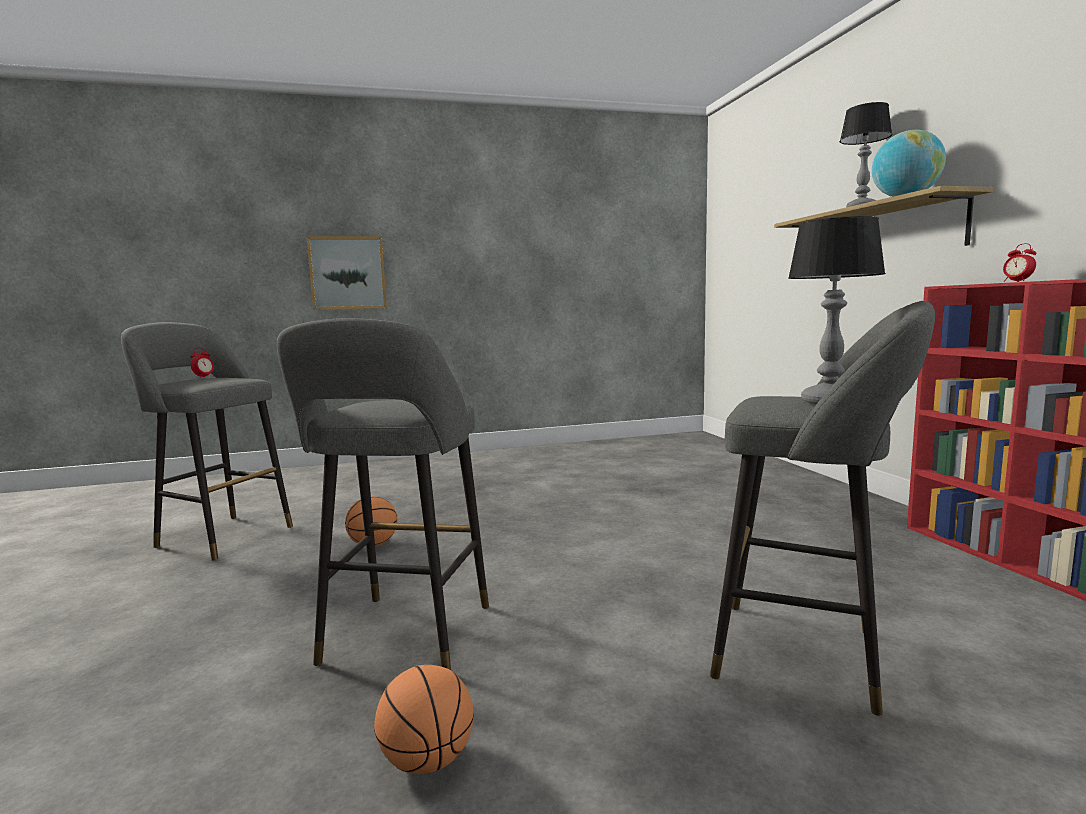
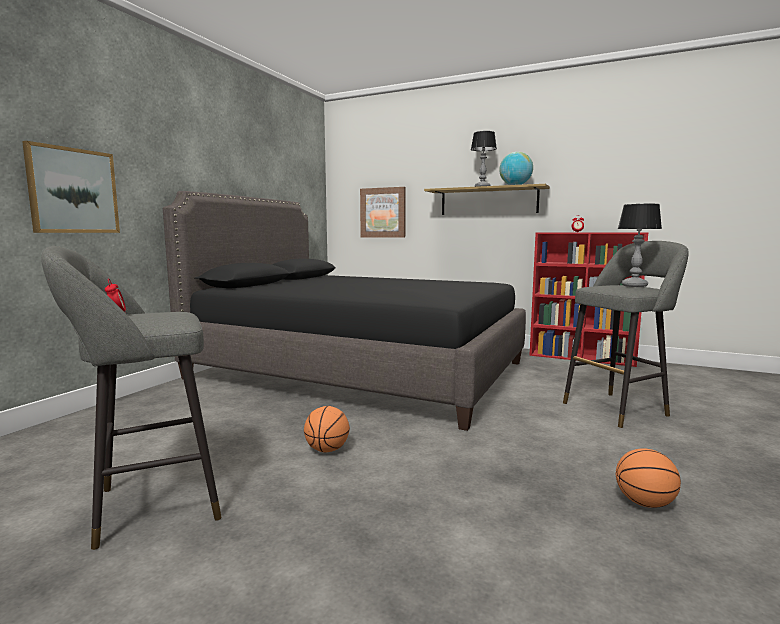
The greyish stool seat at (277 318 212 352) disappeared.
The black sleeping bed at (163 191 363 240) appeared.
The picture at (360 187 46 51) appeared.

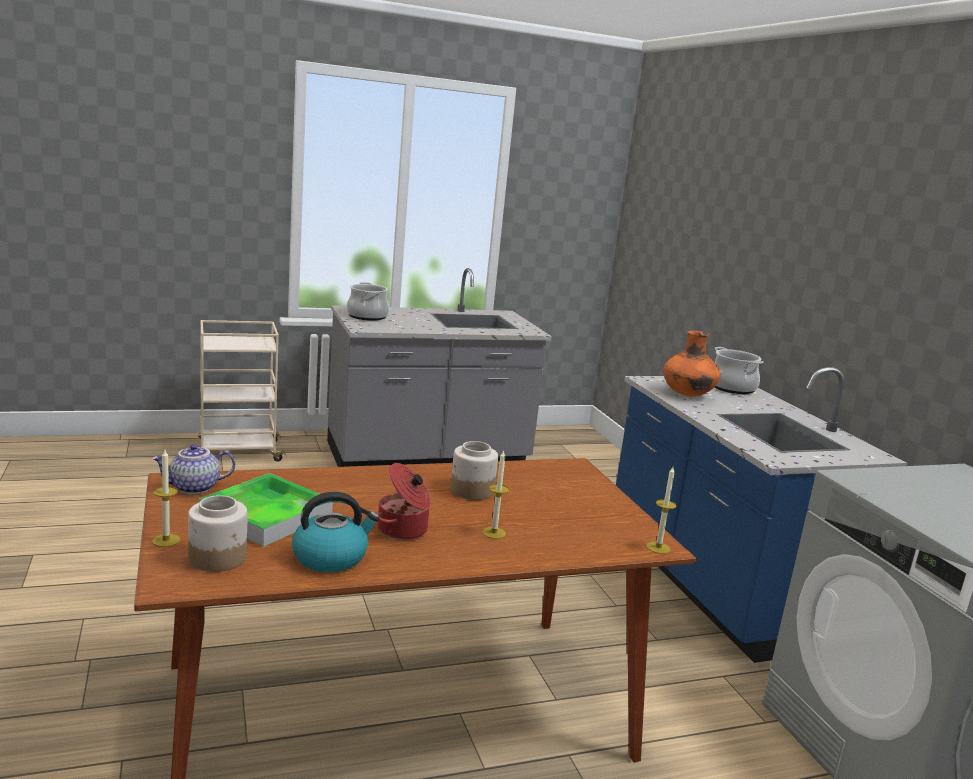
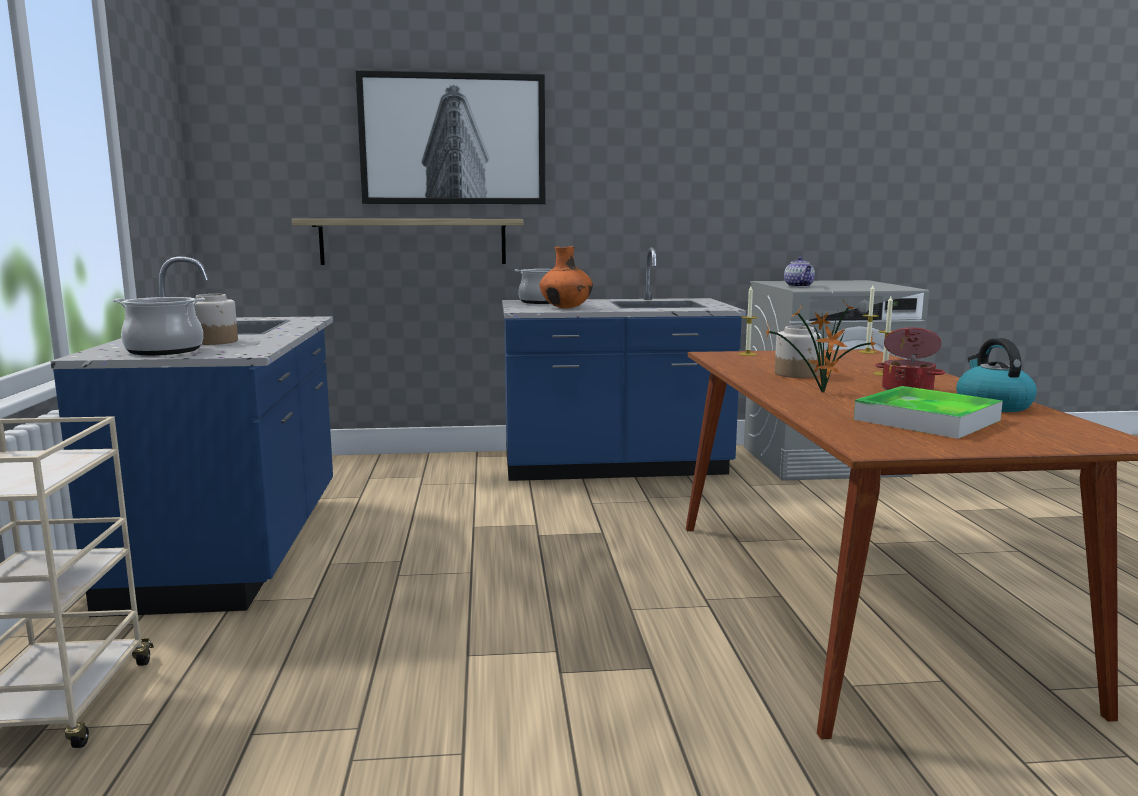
The shelf at (292 219 231 46) appeared.
The picture at (355 70 190 134) appeared.
The houseplant at (766 300 110 93) appeared.
The tea pot moved from (152 444 83 50) to (784 257 31 30).
The candle moved from (152 450 28 97) to (739 286 19 70).
The preserve jar moved from (188 495 60 77) to (195 294 43 51).
The greyish counter at (327 268 225 199) became the blue counter at (51 257 282 360).

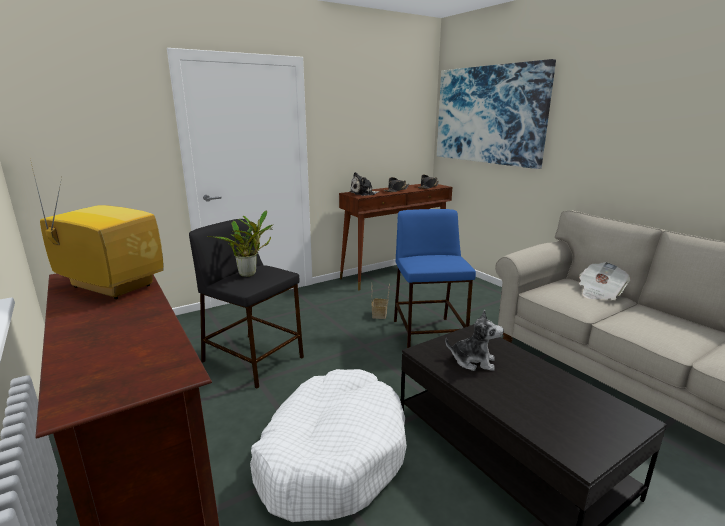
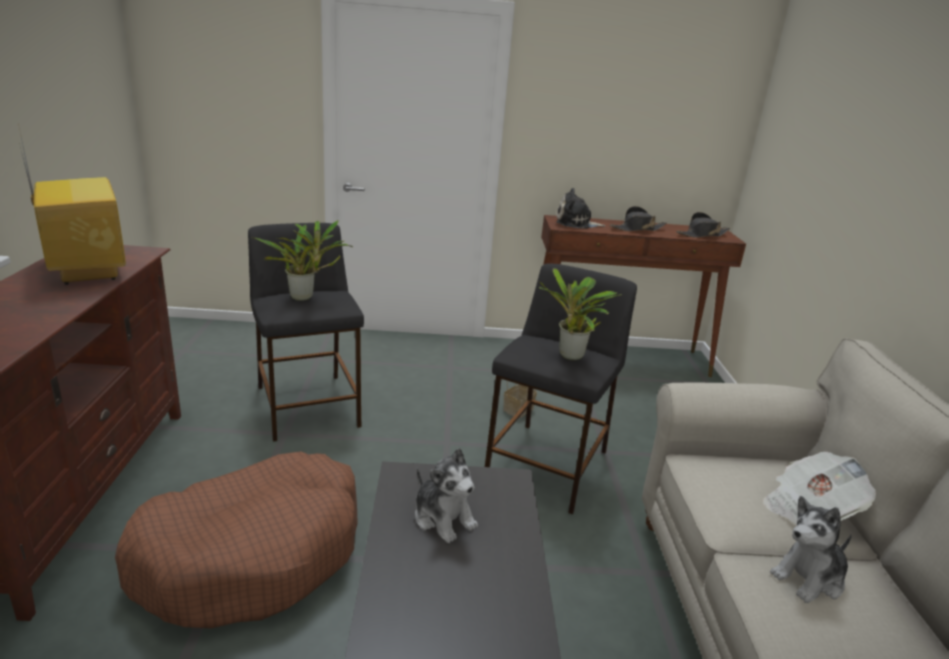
The picture at (437 59 119 110) disappeared.
The houseplant at (539 268 83 92) appeared.
The cuddly toy at (770 496 82 107) appeared.
The white dog cushion at (250 369 157 153) became the brown dog cushion at (115 452 242 176).
The blue stool seat at (394 209 82 139) became the black stool seat at (485 263 152 251).

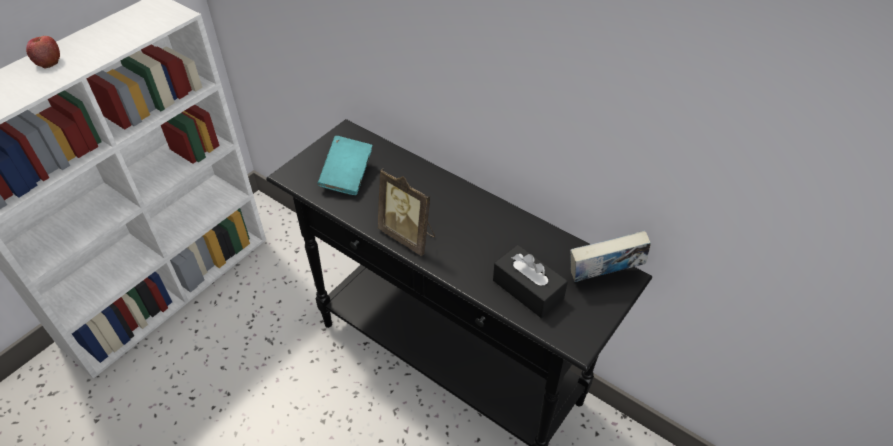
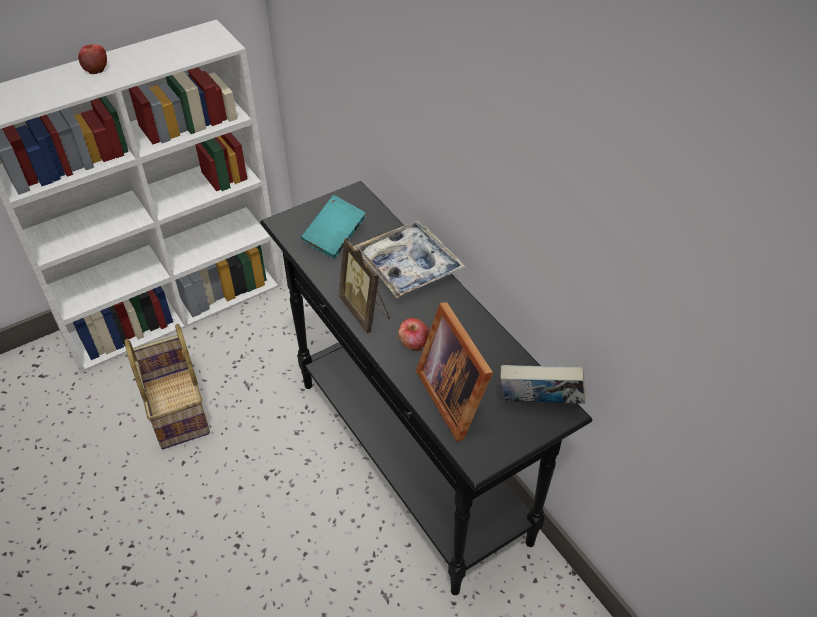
The household basket at (125 324 85 125) appeared.
The tray at (353 220 113 78) appeared.
The whole apple at (398 318 32 34) appeared.
The black tissue box at (493 245 75 73) was replaced by the picture frame at (416 302 77 139).

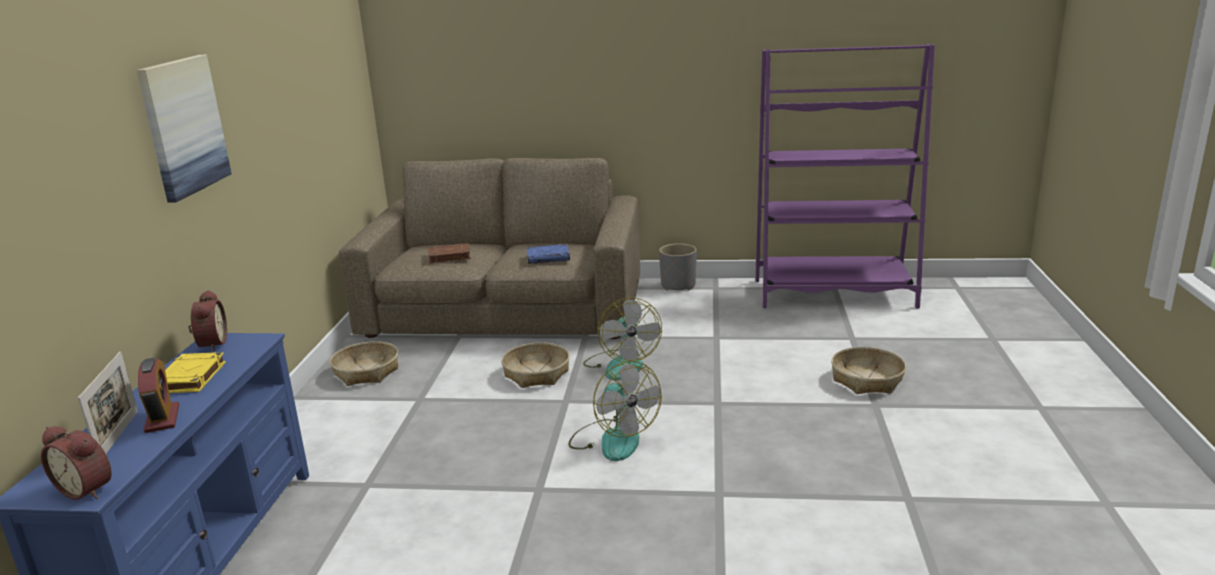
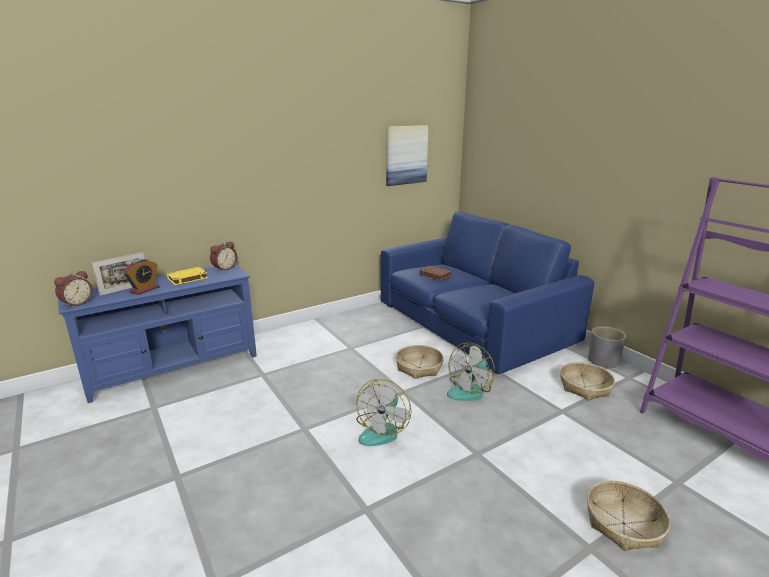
The blue volume at (527 244 43 20) disappeared.
The picture moved from (136 55 96 148) to (386 125 42 61).
The household basket moved from (330 341 68 45) to (560 362 55 38).
The brown settee at (339 158 301 181) became the blue settee at (381 212 213 162).
The table clock at (41 426 71 74) turned 135 degrees counterclockwise.

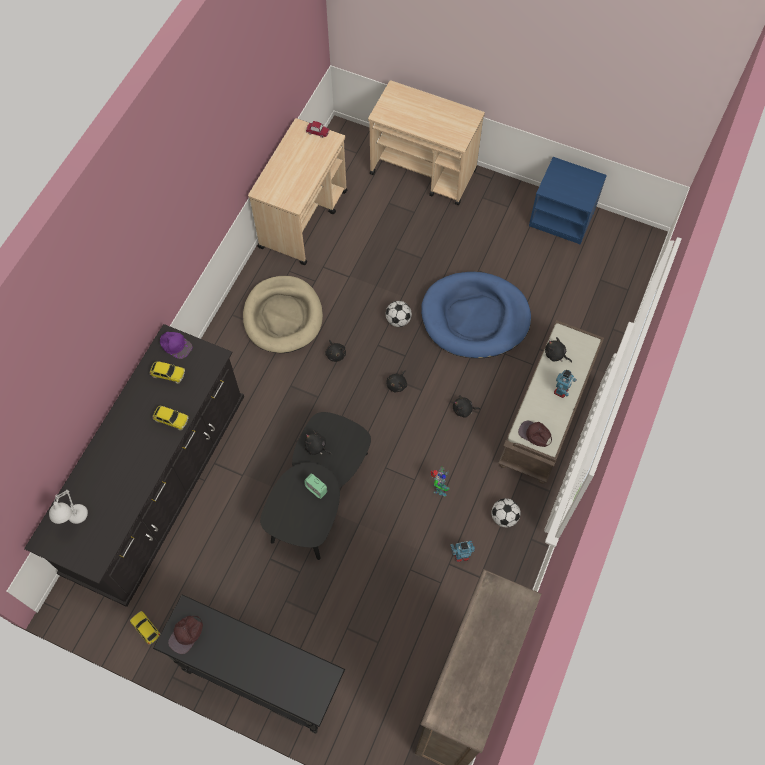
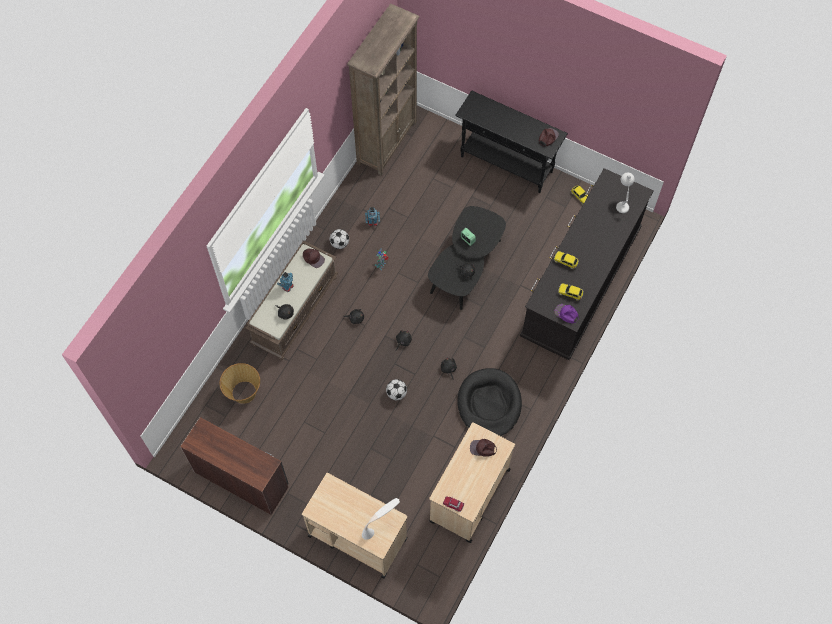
The blue dog cushion at (421 272 110 86) disappeared.
The household basket at (220 363 40 41) appeared.
The white table lamp at (362 498 38 42) appeared.
The brown peaked cap at (470 439 27 18) appeared.
The blue nightstand at (529 157 78 87) was replaced by the brown desk table at (180 417 109 98).
The beige dog cushion at (243 276 80 77) became the black dog cushion at (457 368 65 68).

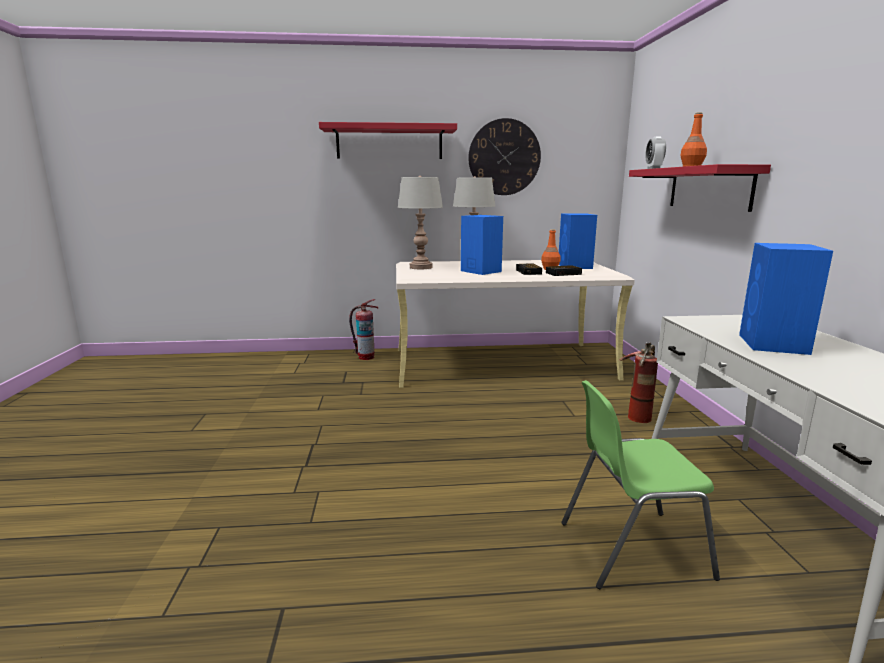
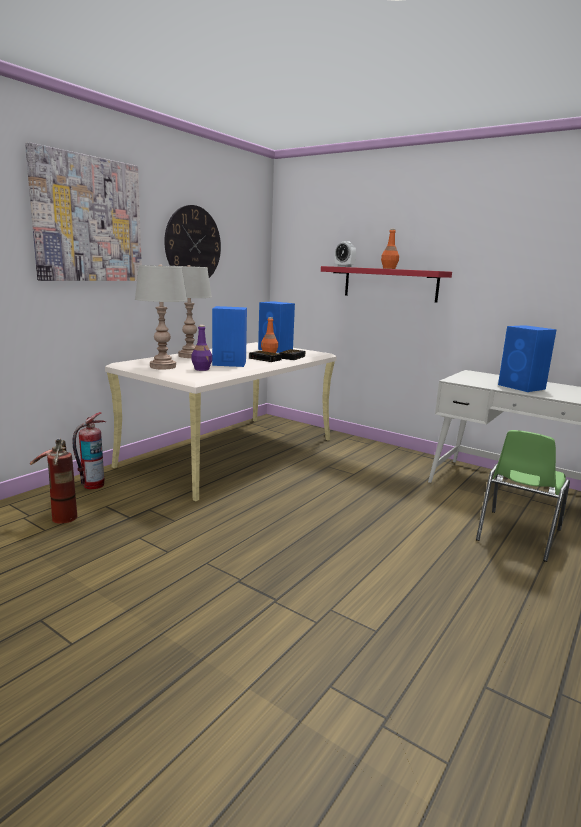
The purple bottle at (191 325 21 46) appeared.
The fire extinguisher moved from (619 342 39 81) to (30 438 47 86).
The red-coloured shelf at (319 122 138 37) was replaced by the picture at (25 142 117 139).

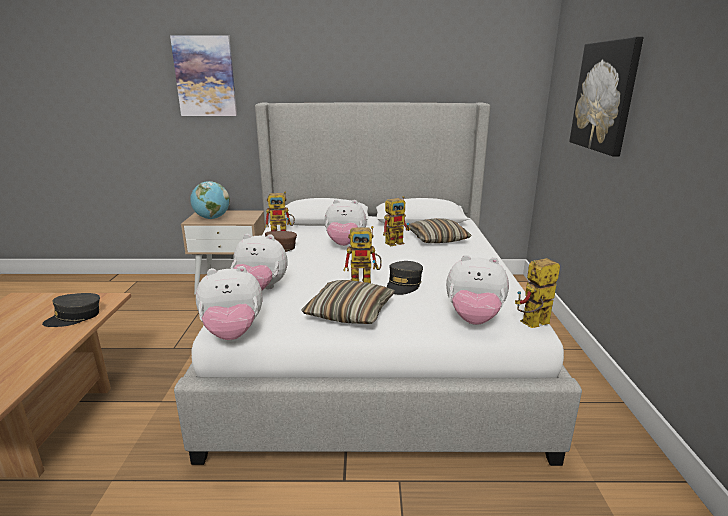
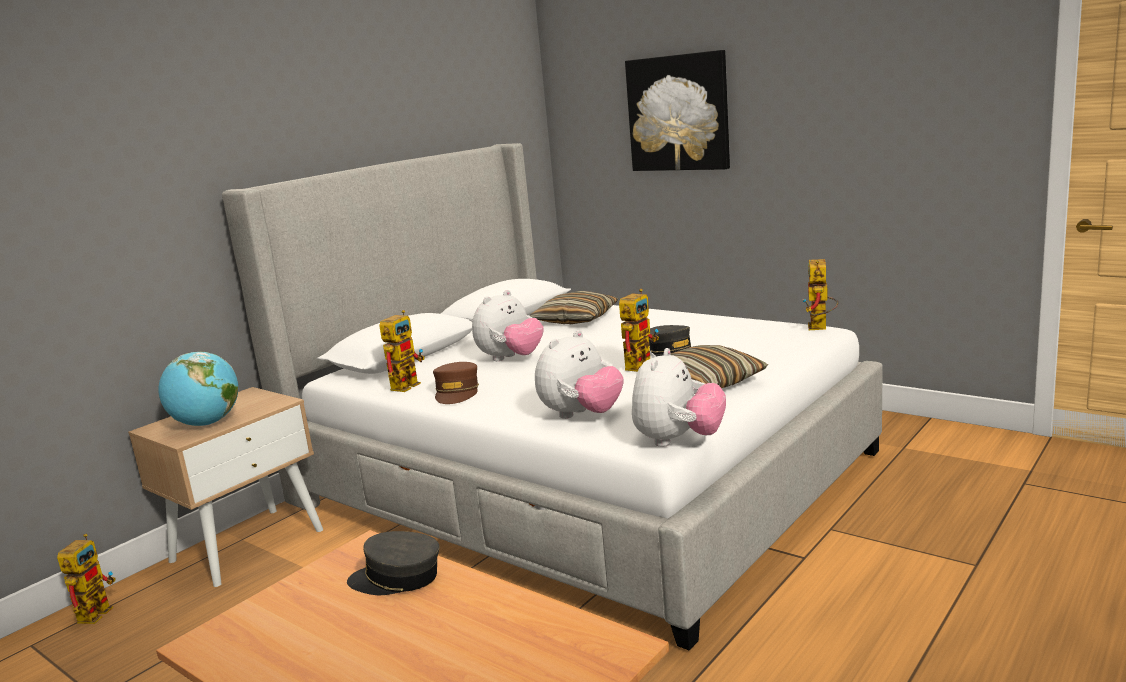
The picture at (170 35 67 81) disappeared.
The cuddly toy at (446 255 63 70) disappeared.
The model robot moved from (383 196 27 50) to (57 534 58 90).
The greyish peaked cap at (42 293 58 34) turned 90 degrees clockwise.

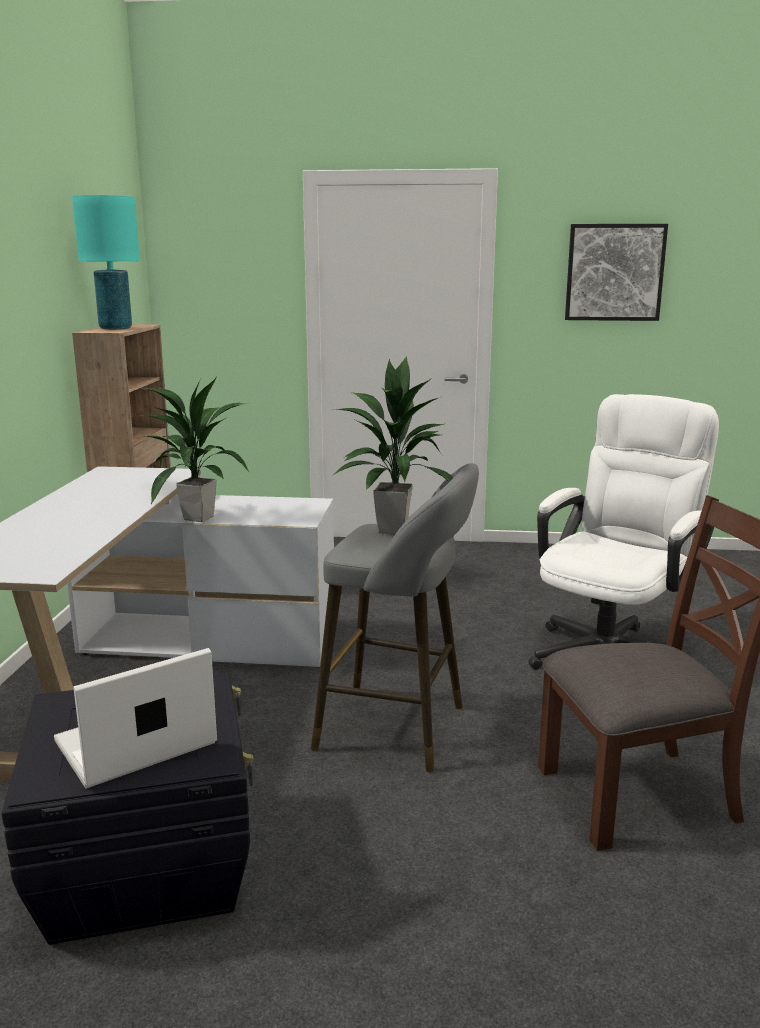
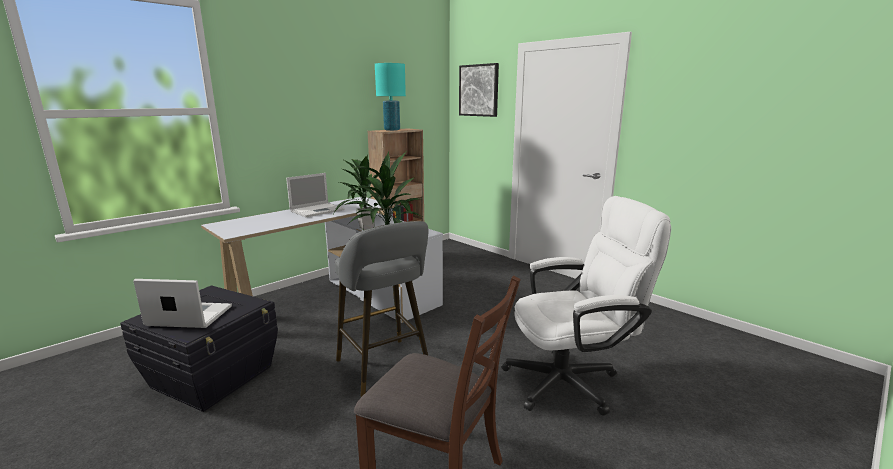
The portable computer at (286 173 58 44) appeared.
The picture moved from (565 224 103 97) to (459 63 40 54).

